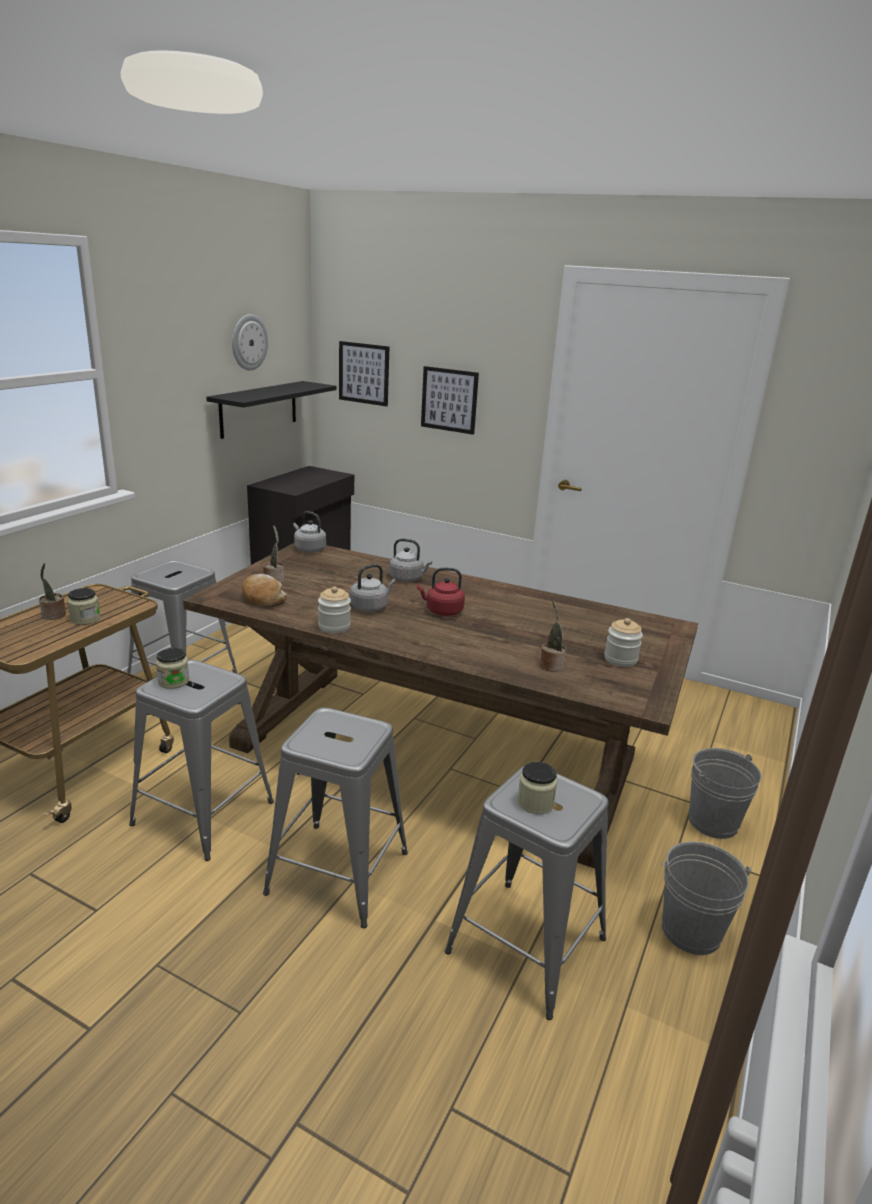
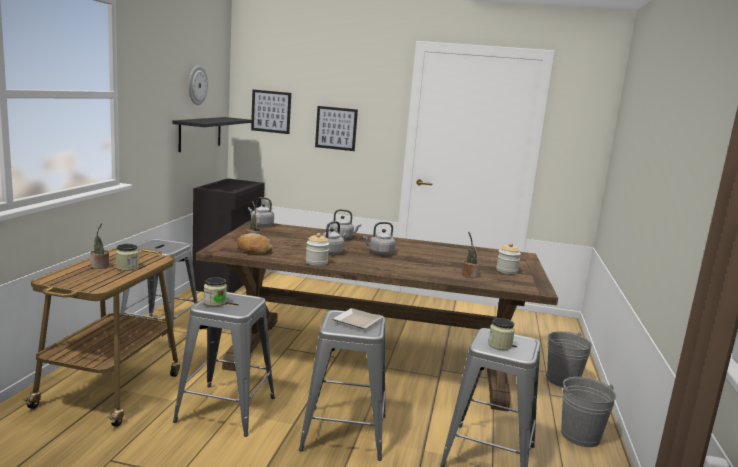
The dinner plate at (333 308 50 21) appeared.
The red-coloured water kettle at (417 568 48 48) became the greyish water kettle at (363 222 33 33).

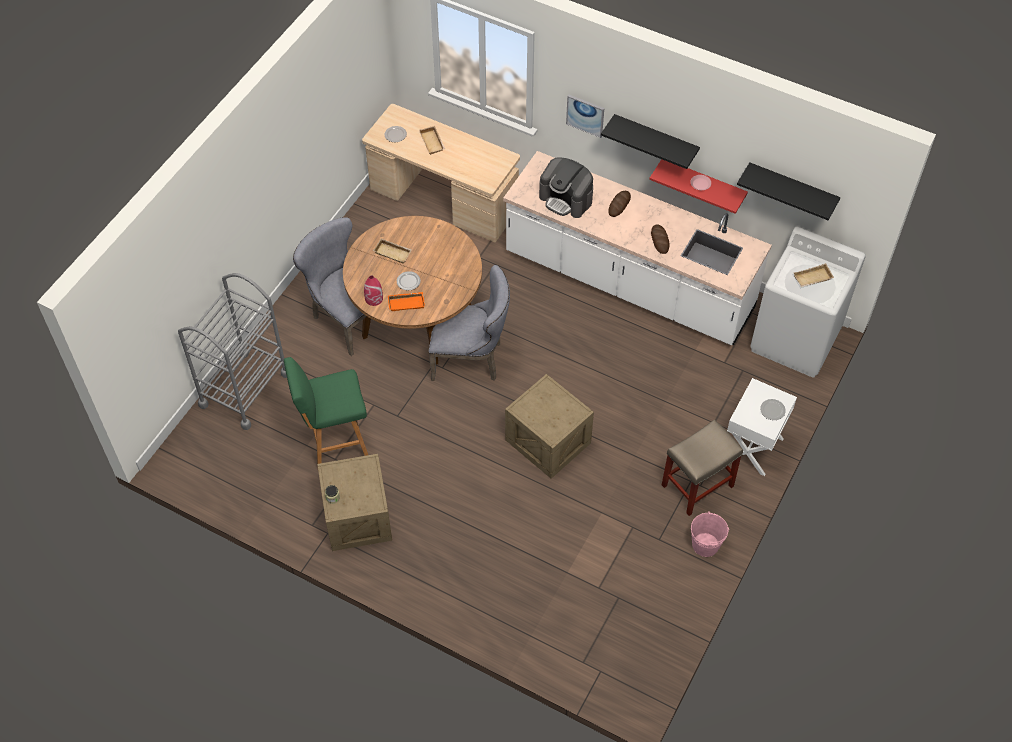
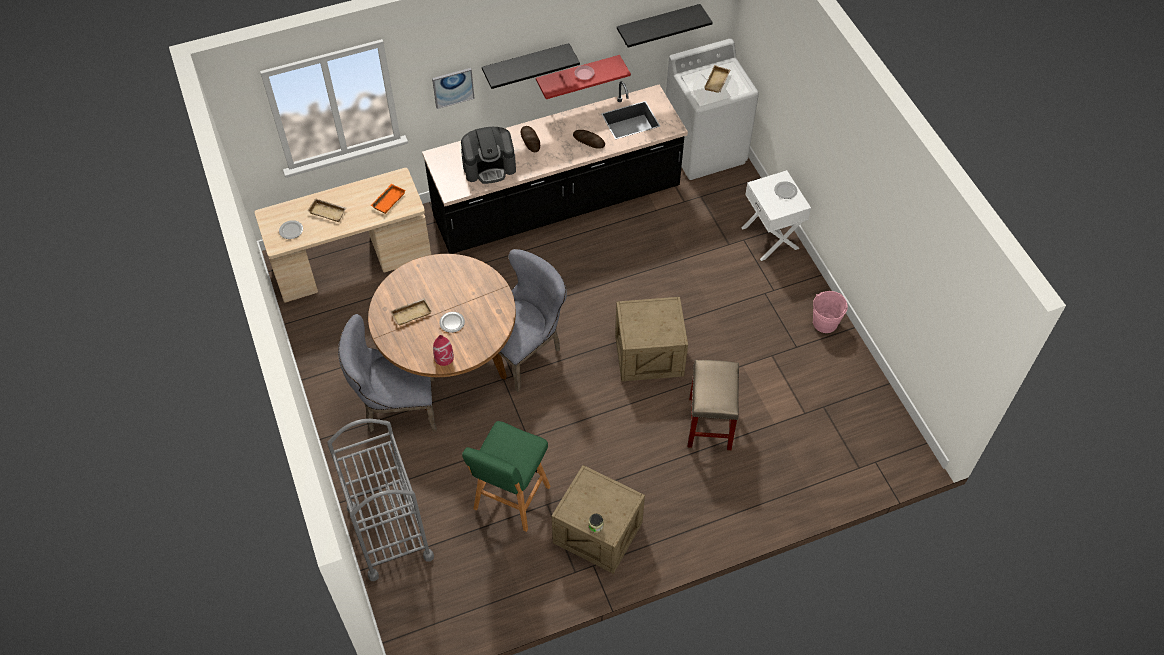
The orange tray moved from (388 292 37 19) to (370 184 36 30).
The beige stool seat moved from (662 419 81 97) to (688 360 51 90).
The white counter at (503 151 269 194) became the black counter at (422 81 266 173).

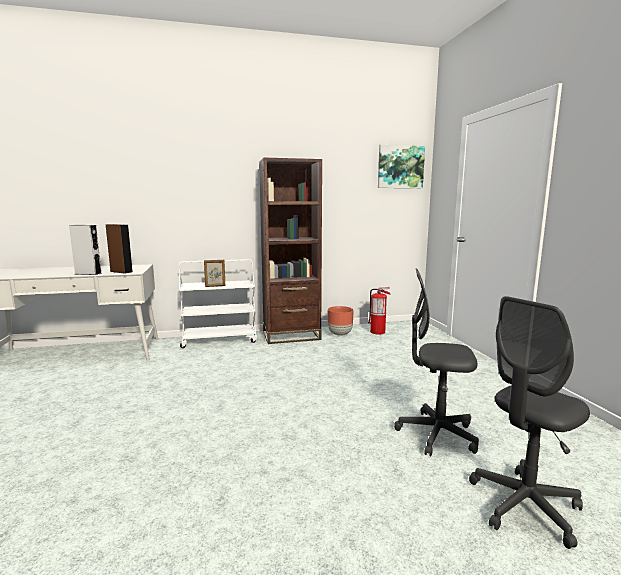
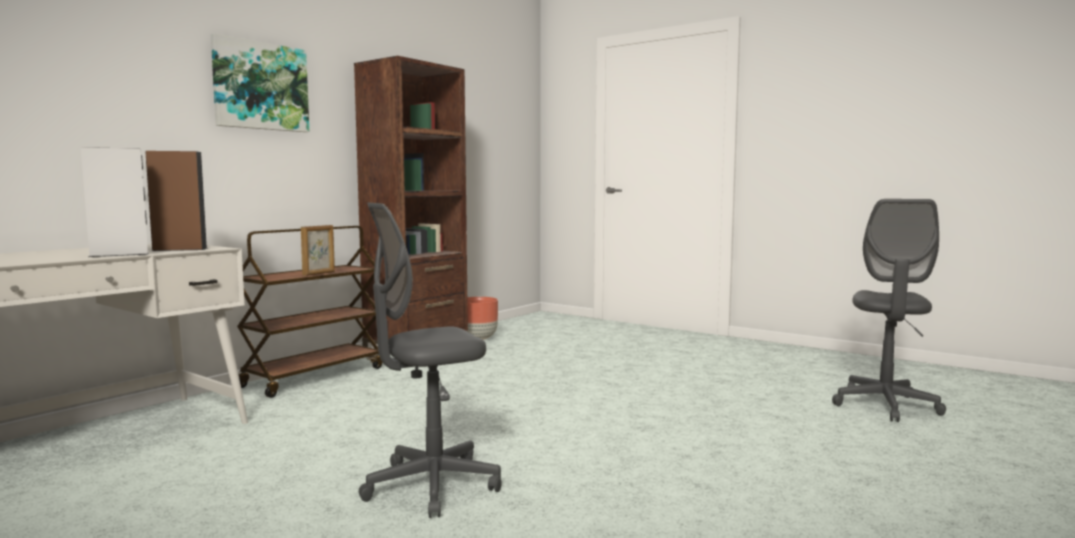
The fire extinguisher at (368 287 23 48) disappeared.
The picture moved from (378 144 47 44) to (211 33 98 99).
The greyish desk chair moved from (394 268 85 189) to (359 203 143 315).
The white trolley at (179 259 78 89) became the brown trolley at (237 226 146 172).

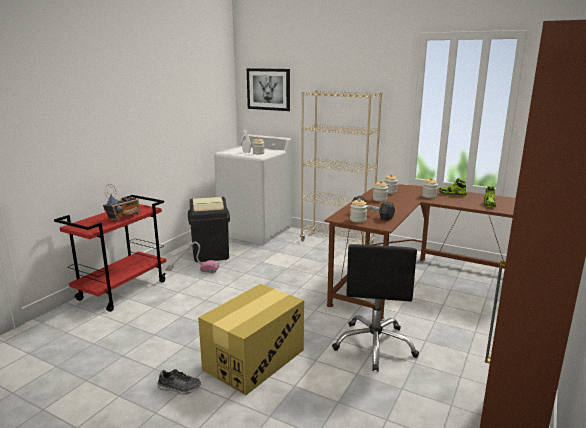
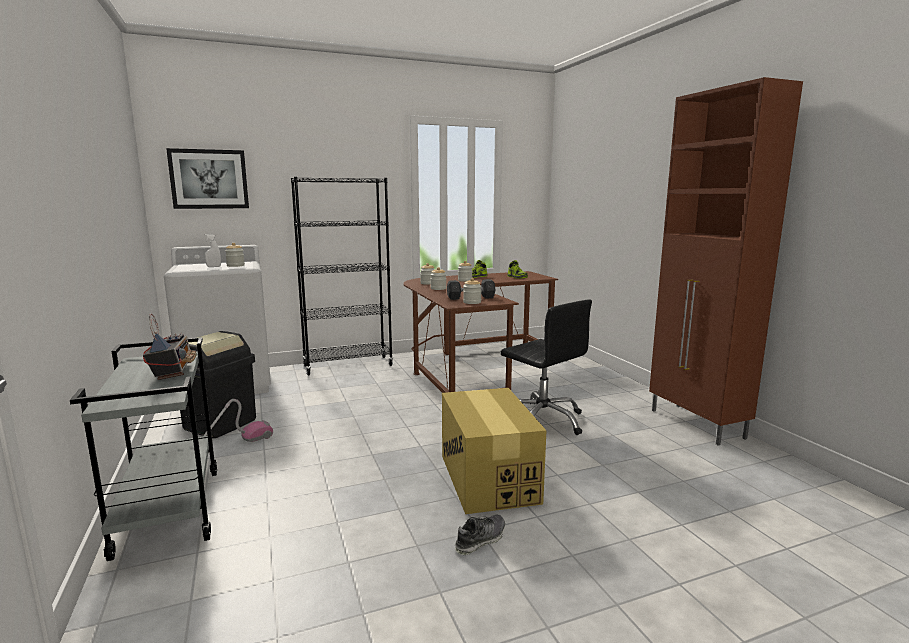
The red-coloured trolley at (54 195 112 117) became the greyish trolley at (70 337 147 224).
The beige bookshelf at (300 90 82 155) became the black bookshelf at (291 177 102 199).

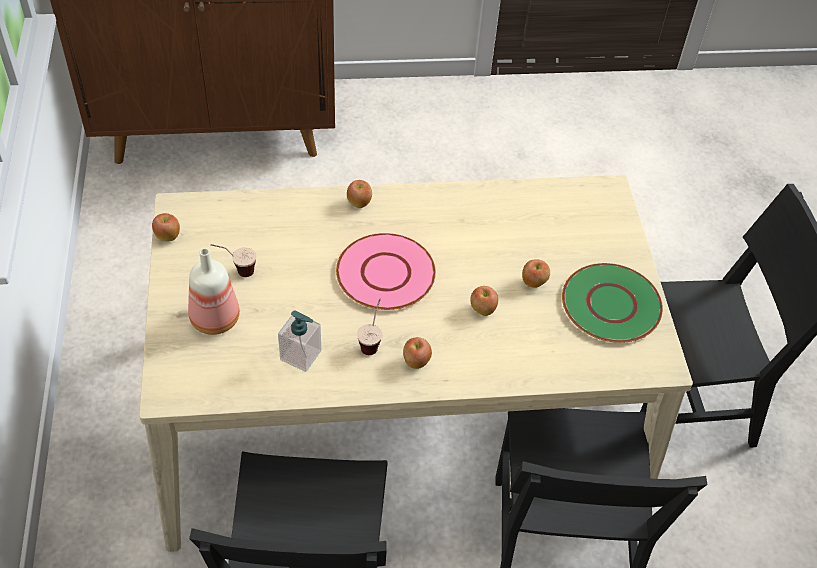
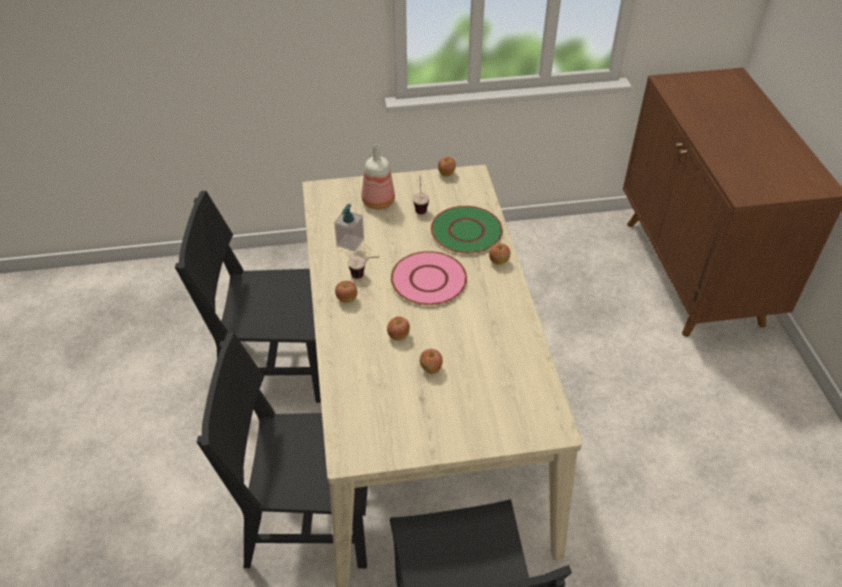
The green-coloured dinner plate moved from (562 263 101 80) to (431 206 72 48).

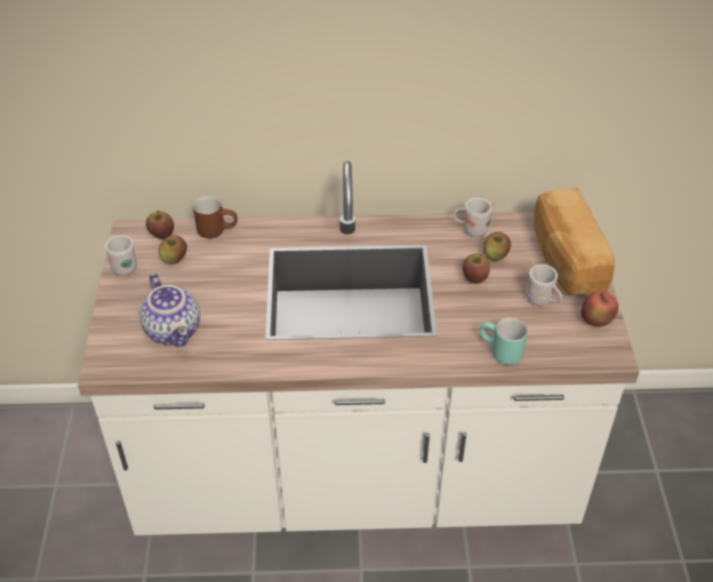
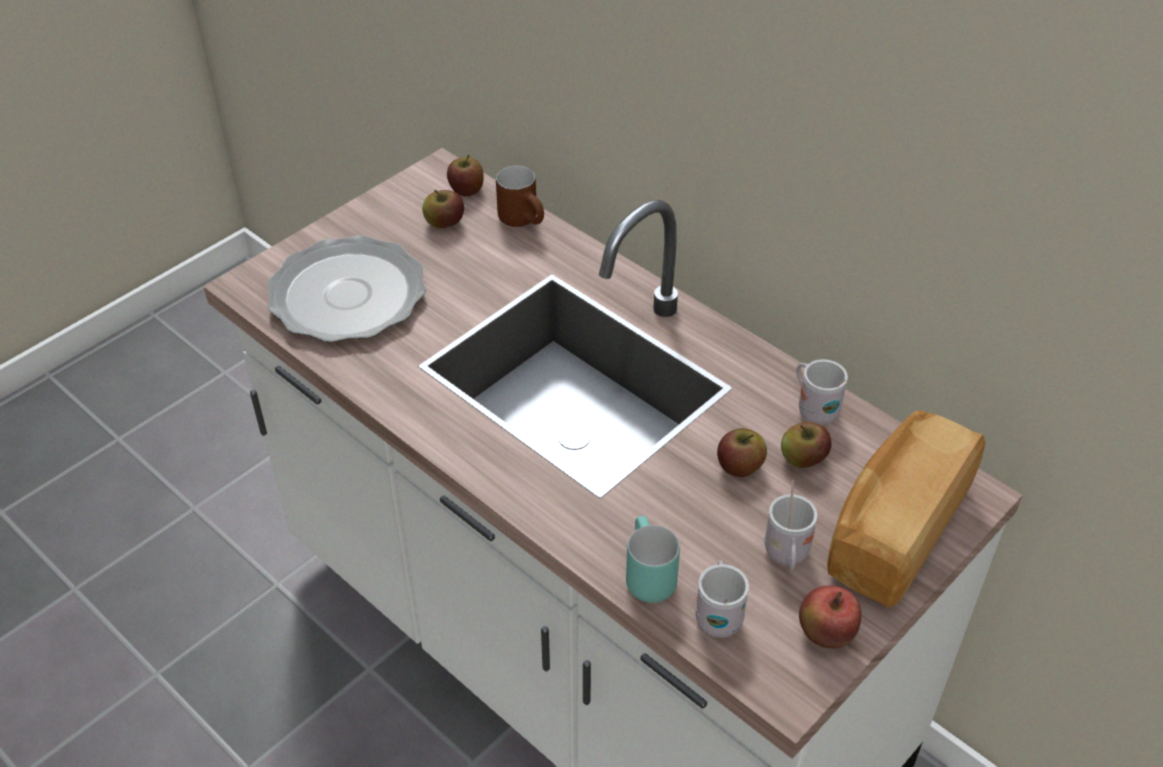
The white mug moved from (105 235 32 41) to (695 560 54 78).
The tea pot at (140 273 60 74) was replaced by the dinner plate at (267 235 159 107).

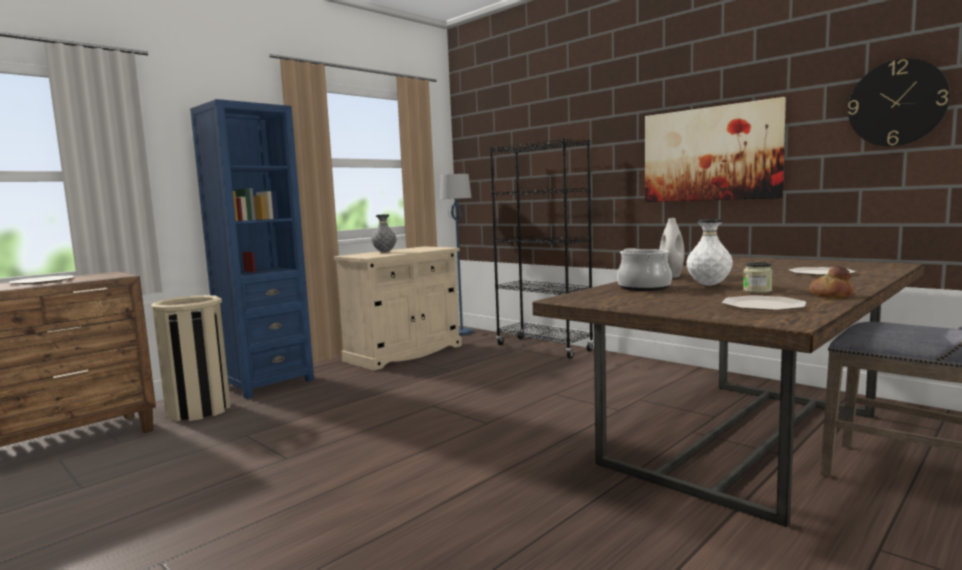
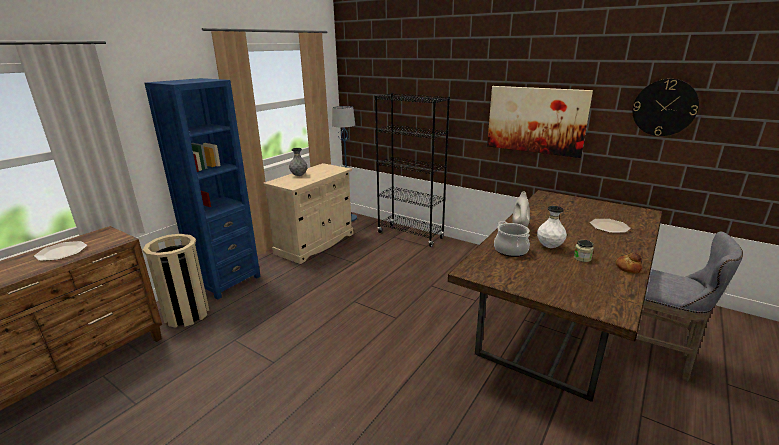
The dinner plate at (722 295 84 16) disappeared.

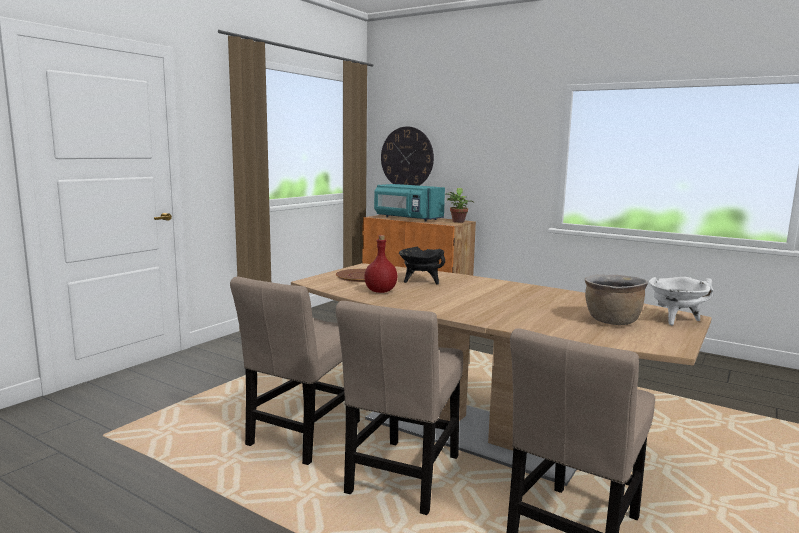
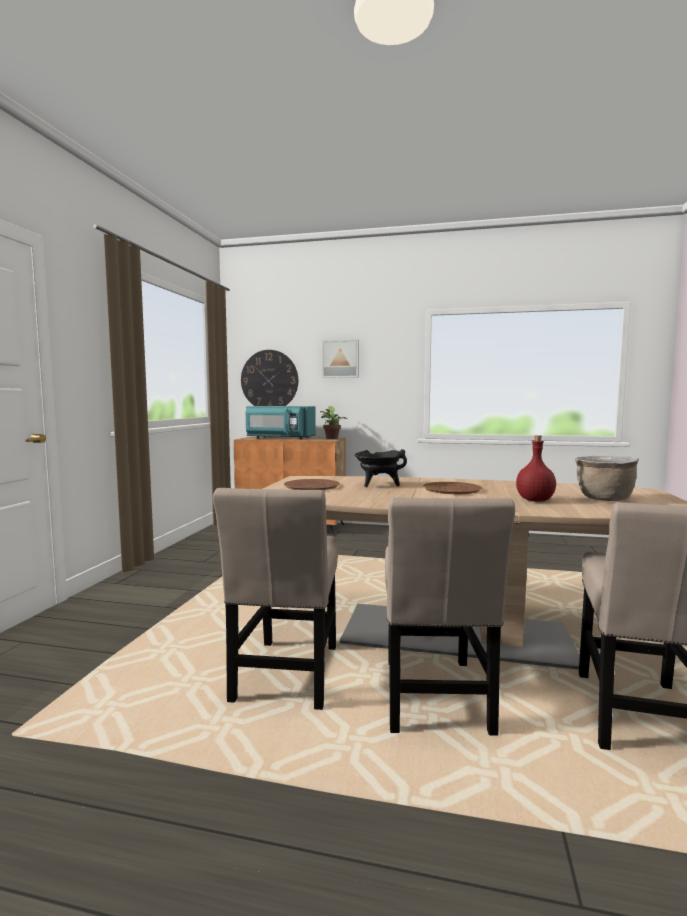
The white cooking pot at (649 277 65 49) disappeared.
The picture at (322 339 37 39) appeared.
The brown dinner plate at (423 482 59 12) appeared.
The red-coloured bottle moved from (364 235 33 58) to (516 435 40 67).

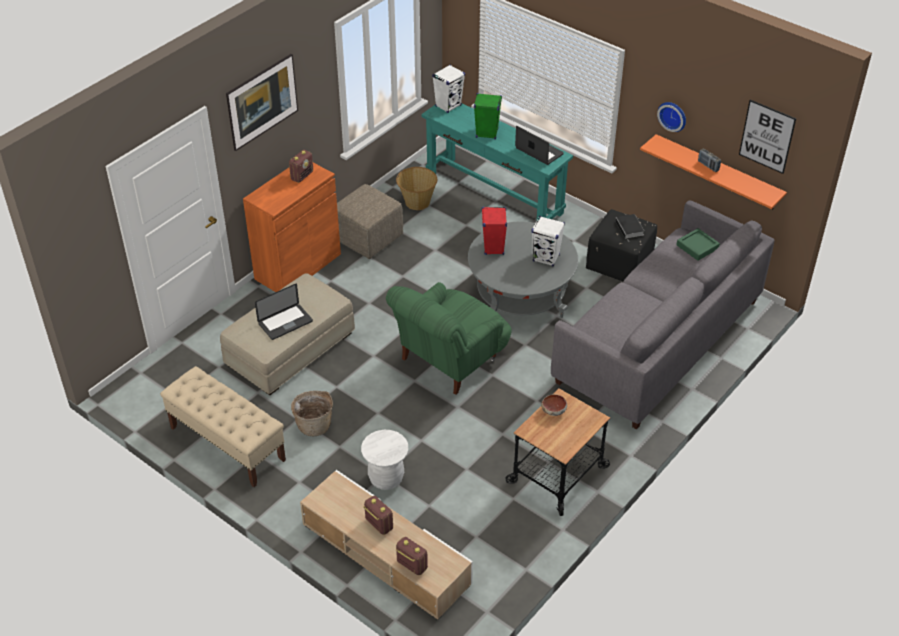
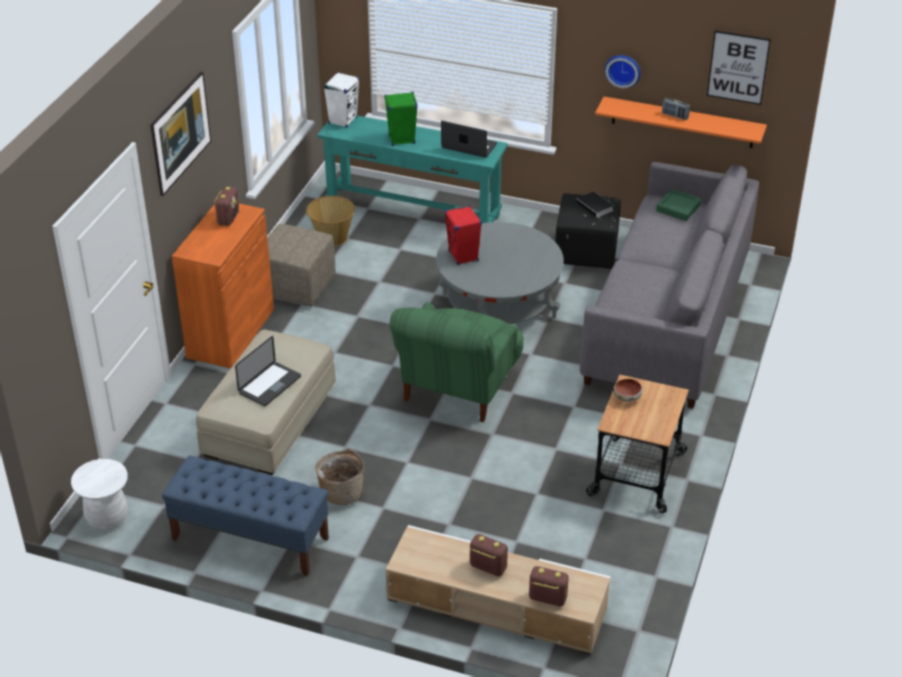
The white speaker at (531 216 34 50) disappeared.
The white stool seat moved from (361 430 47 60) to (71 459 57 72).
The beige bench at (160 366 126 121) became the blue bench at (162 455 167 121).

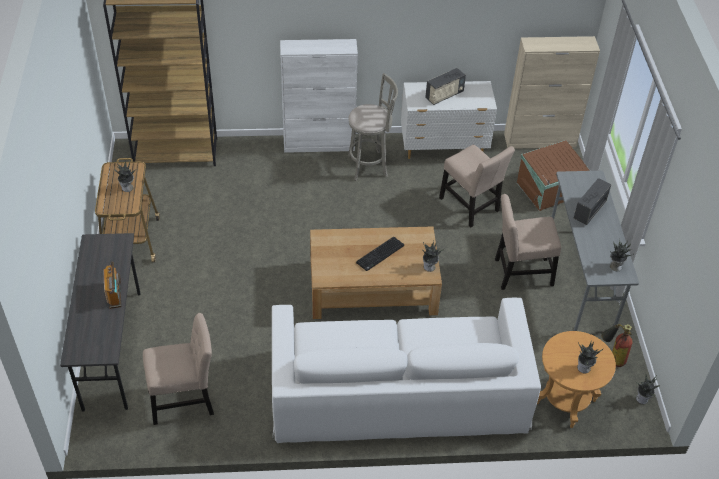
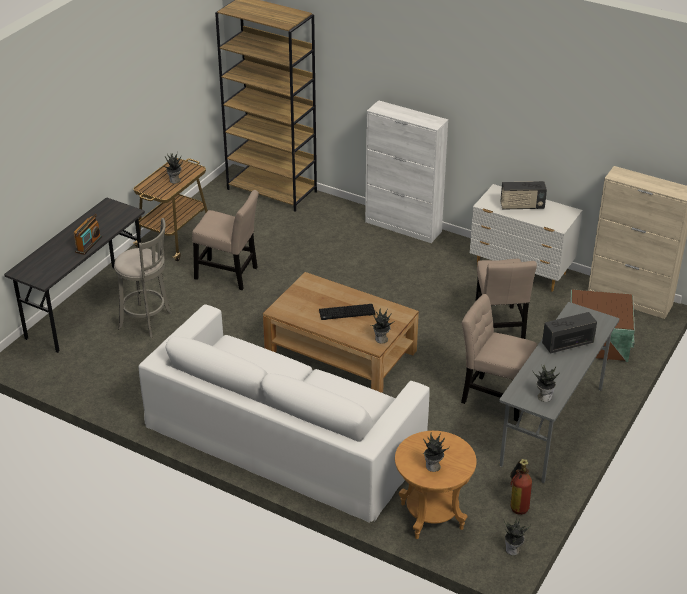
The beige chair moved from (143 313 71 112) to (192 190 67 100).
The greyish stool seat moved from (348 73 50 108) to (114 218 58 120).

